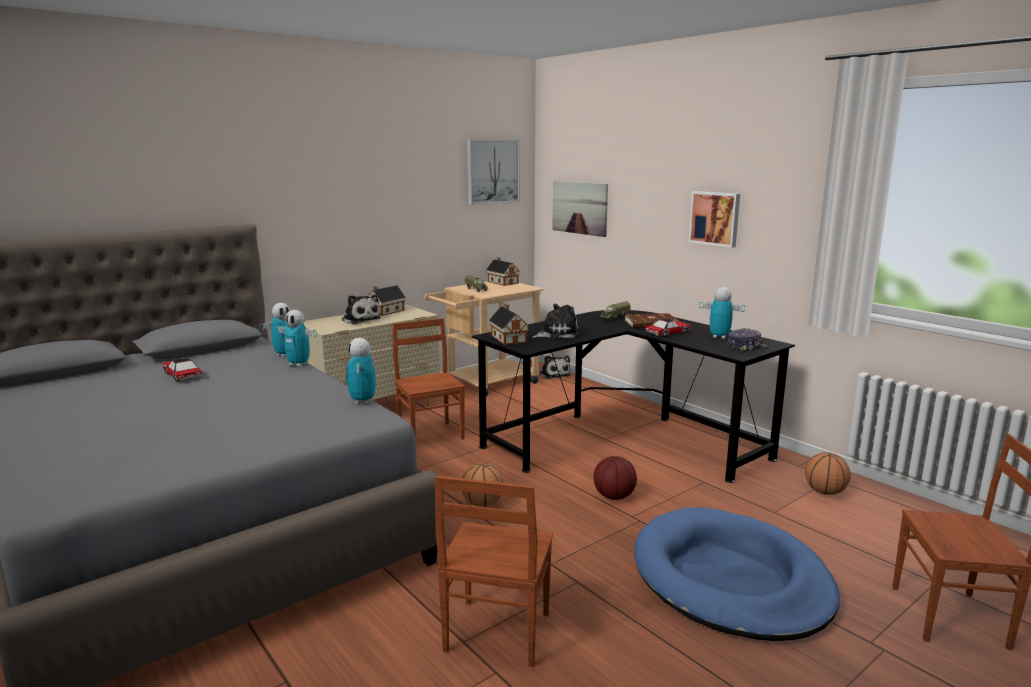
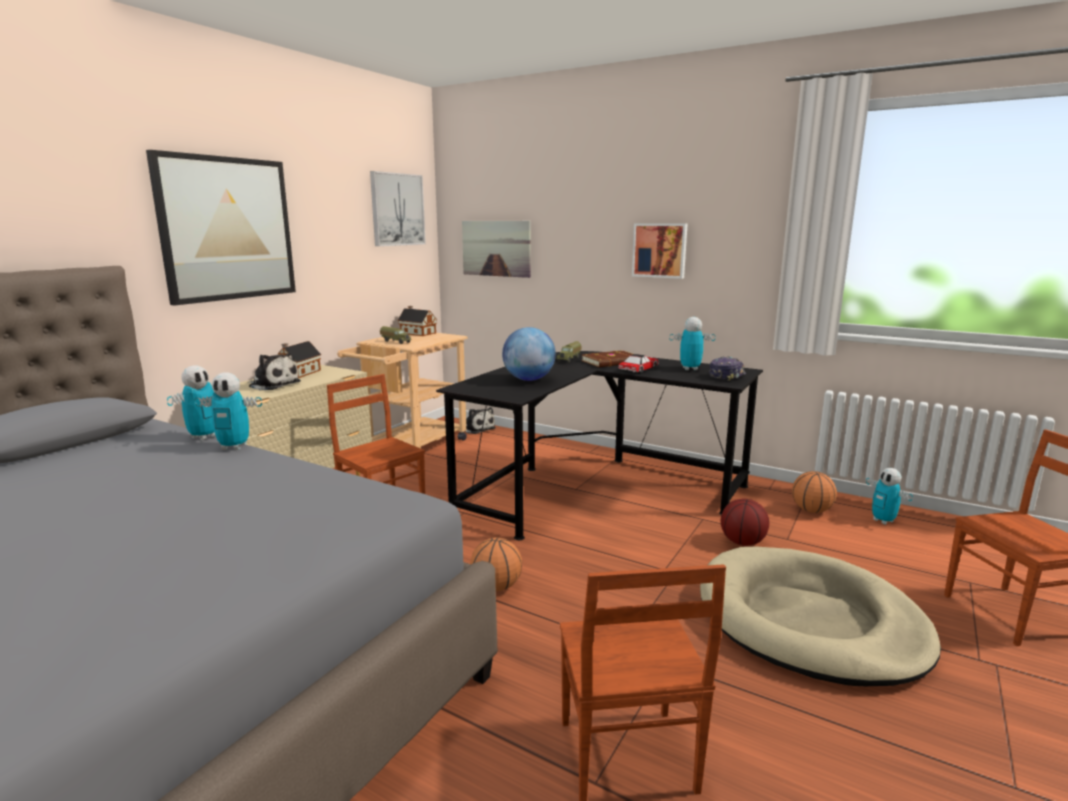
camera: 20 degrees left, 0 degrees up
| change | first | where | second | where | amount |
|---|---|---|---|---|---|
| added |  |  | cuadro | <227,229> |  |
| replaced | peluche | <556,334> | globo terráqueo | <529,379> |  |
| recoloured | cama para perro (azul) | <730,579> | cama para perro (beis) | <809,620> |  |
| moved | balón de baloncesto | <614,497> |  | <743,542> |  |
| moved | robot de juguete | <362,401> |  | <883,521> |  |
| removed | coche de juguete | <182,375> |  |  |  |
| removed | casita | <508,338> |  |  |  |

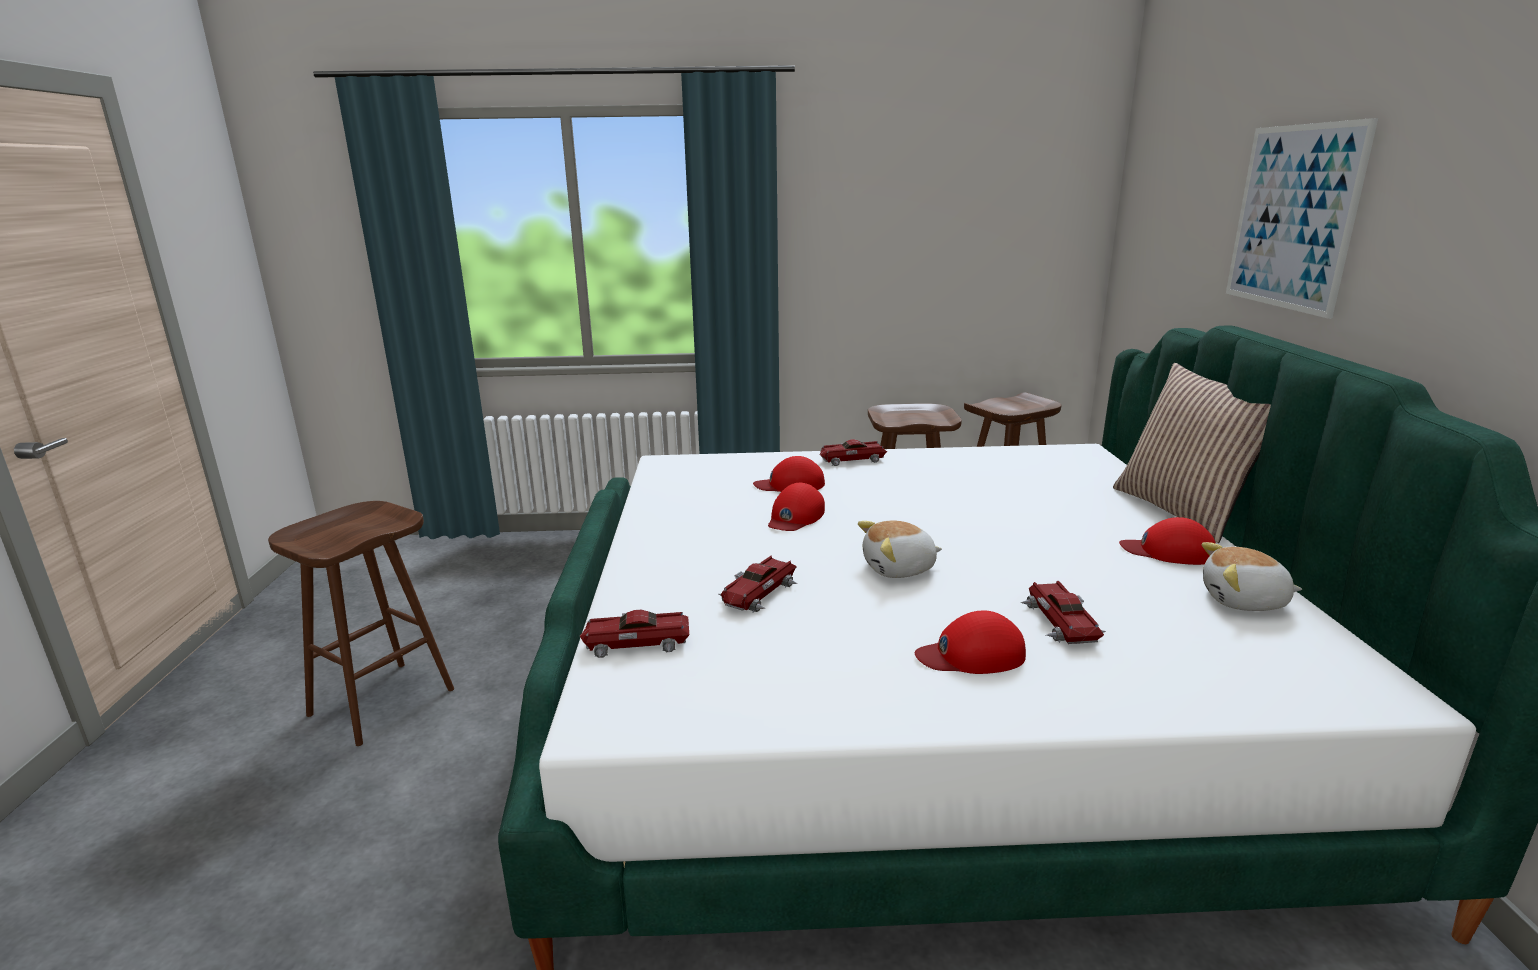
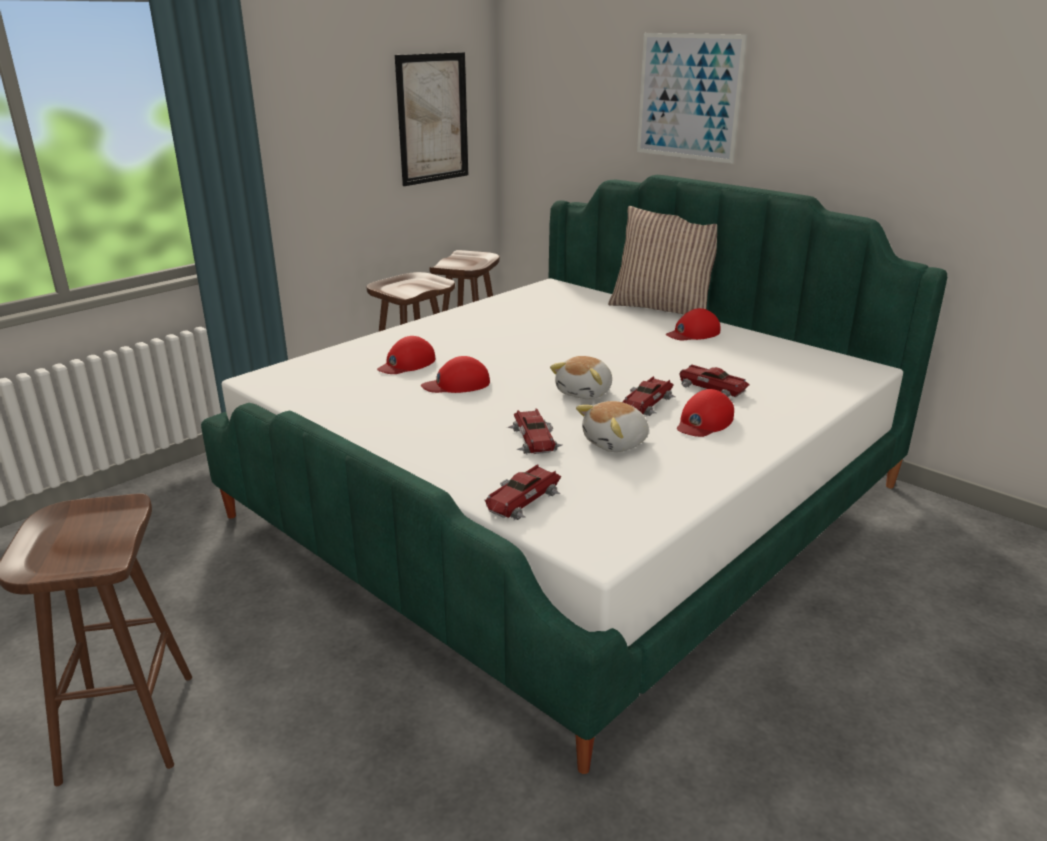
camera: 45 degrees left, 5 degrees up
| change | first | where | second | where | amount |
|---|---|---|---|---|---|
| added |  |  | cuadro | <432,118> |  |
| turned | gorra (rojo) | <795,517> |  | <457,384> | 90 degrees clockwise |
| moved | peluche | <1244,601> |  | <616,443> |  |
| moved | coche de juguete | <852,460> |  | <647,403> |  |

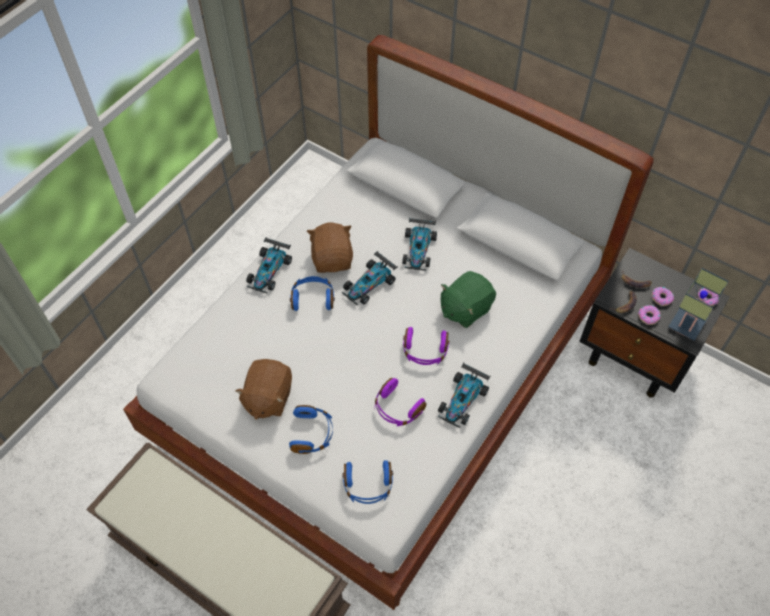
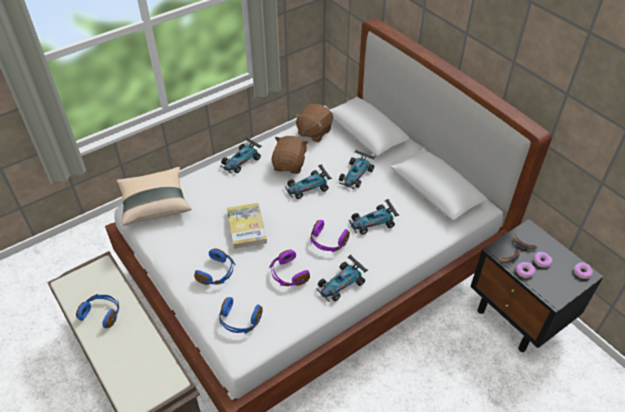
camera: 20 degrees right, 10 degrees down
| change | first | where | second | where | amount |
|---|---|---|---|---|---|
| moved | auriculares (azul) | <313,298> |  | <102,313> |  |
| added |  |  | cojín (beis) | <155,204> |  |
| added |  |  | libro | <246,227> |  |
| moved | peluche (marrón) | <268,397> |  | <314,132> |  |
| replaced | peluche (verde) | <465,308> | coche de juguete | <373,222> |  |
| removed | lámpara de mesa | <688,326> |  |  |  |

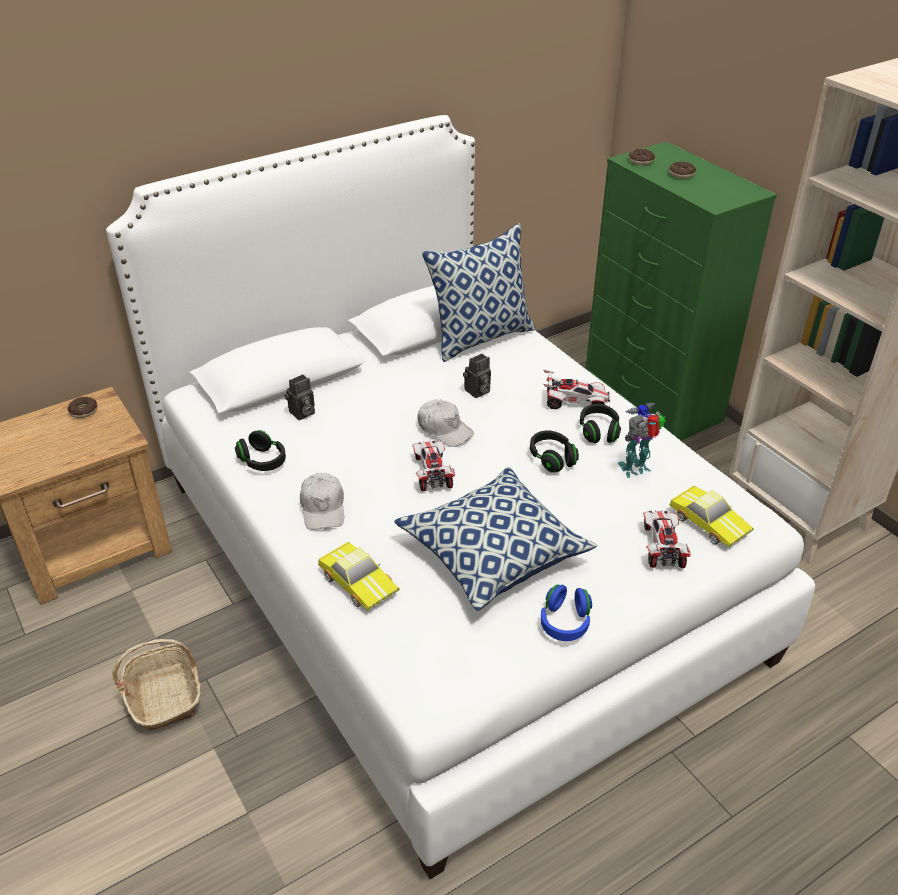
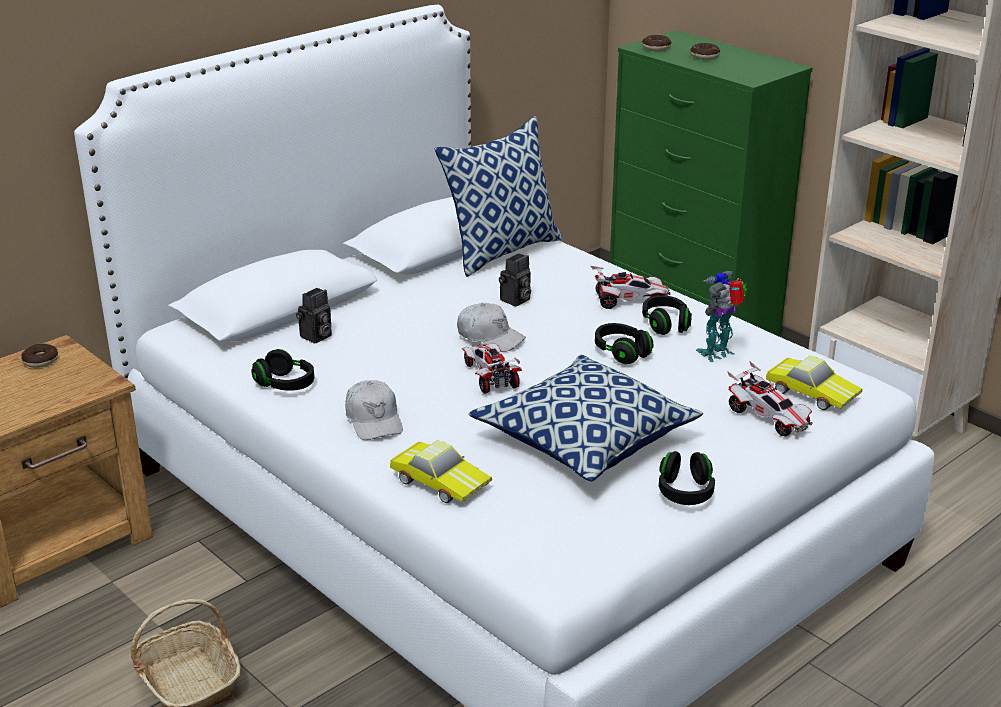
camera: 10 degrees left, 10 degrees down
| change | first | where | second | where | amount |
|---|---|---|---|---|---|
| recoloured | auriculares (azul) | <565,622> | auriculares (negro) | <685,492> |  |
| turned | coche de juguete | <662,547> |  | <768,418> | 150 degrees clockwise |

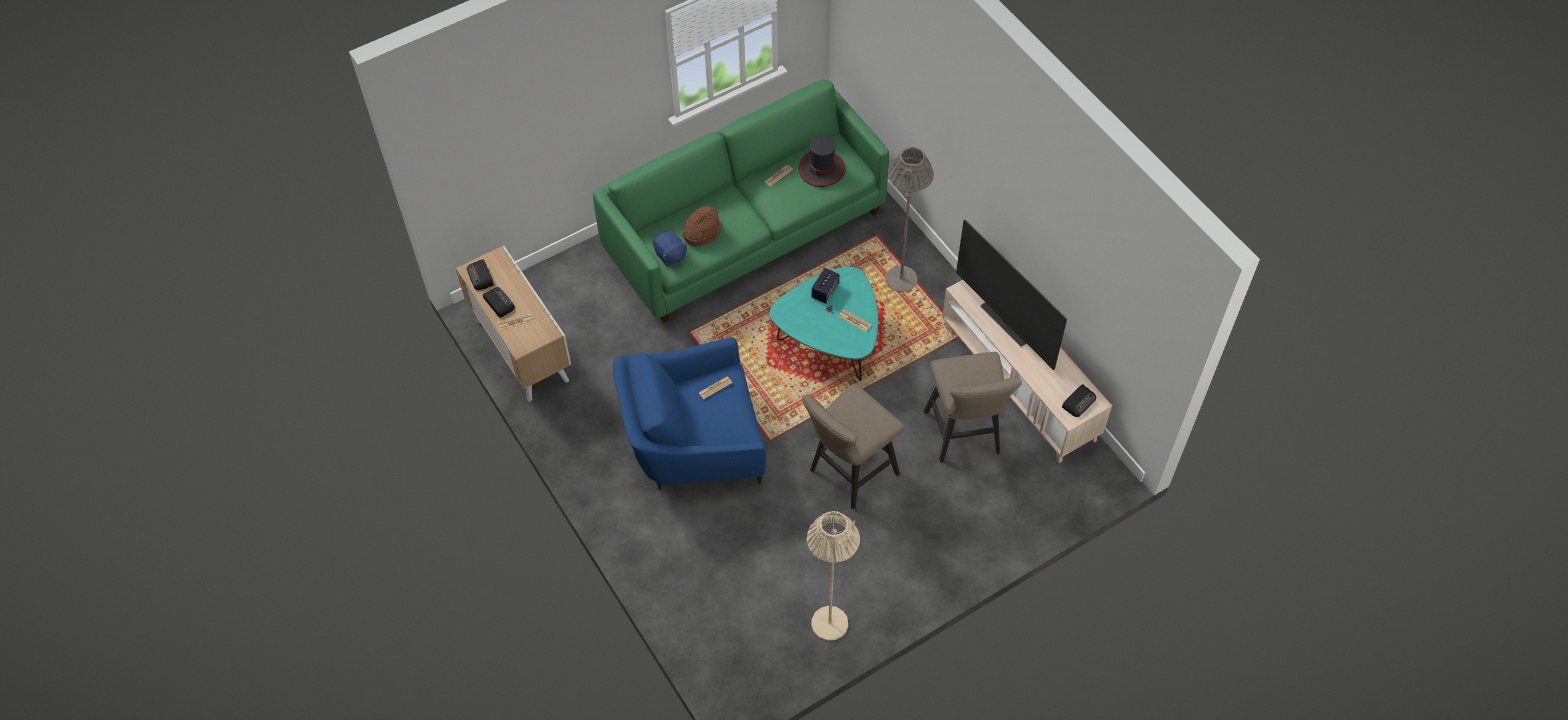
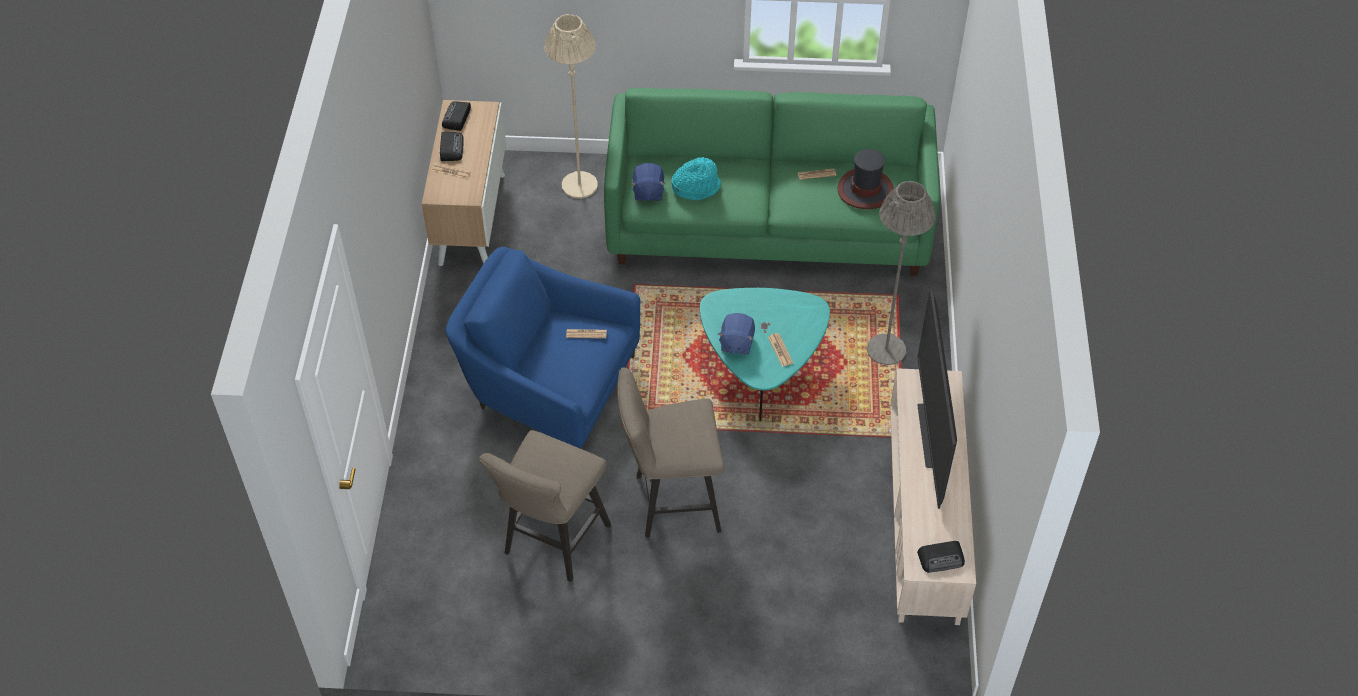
camera: 35 degrees right, 5 degrees down
| change | first | where | second | where | amount |
|---|---|---|---|---|---|
| moved | taburete (beis) | <964,437> |  | <552,544> |  |
| moved | lámpara de pie (beis) | <829,623> |  | <579,185> |  |
| recoloured | sombrero (marrón) | <702,232> | sombrero (turquesa) | <696,187> |  |
| added |  |  | peluche (azul) | <736,343> |  |
| removed | altavoz | <825,291> |  |  |  |

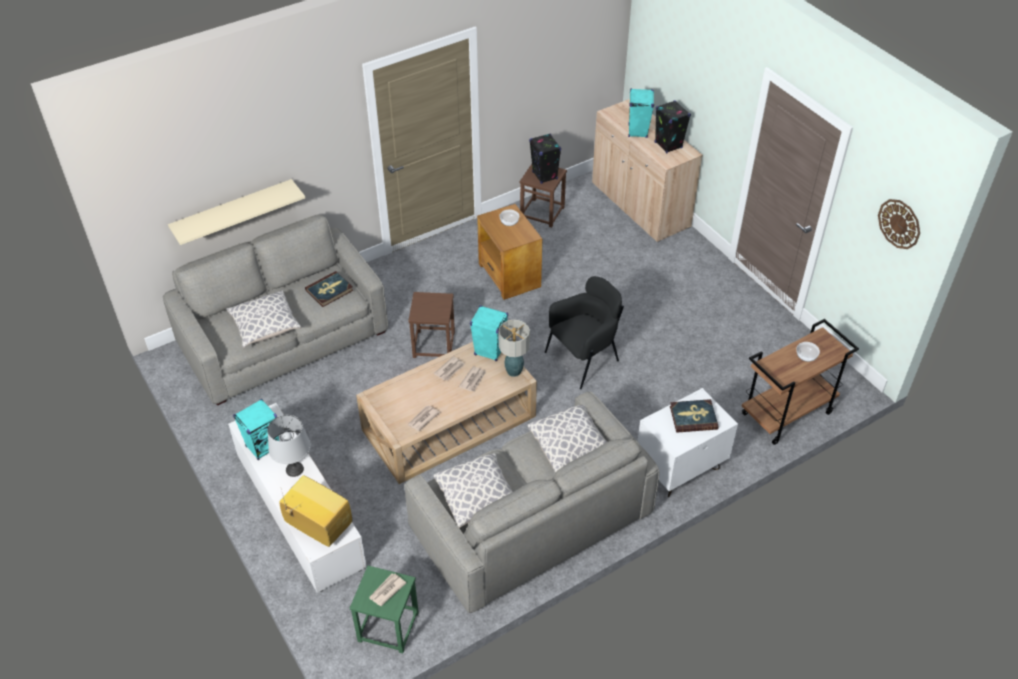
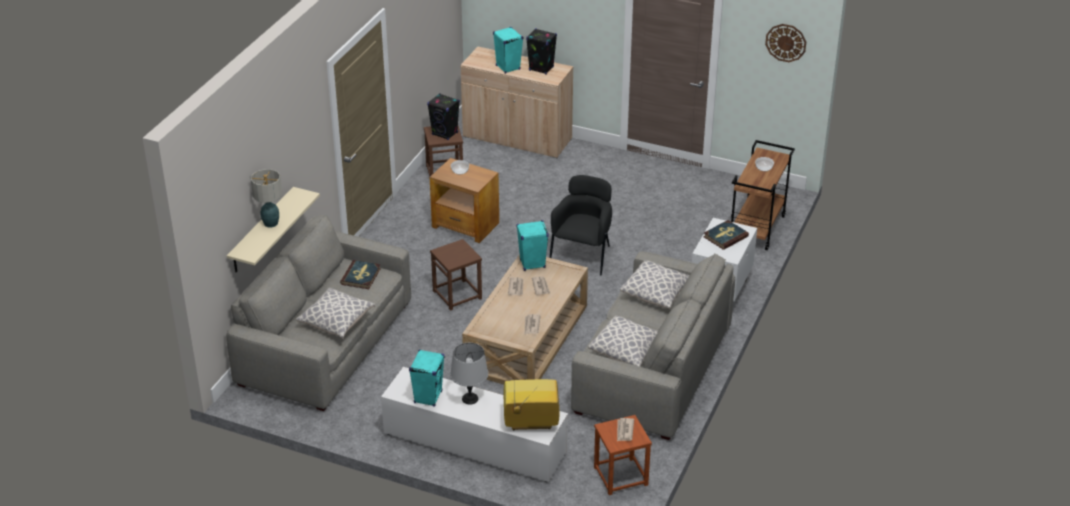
camera: 35 degrees left, 10 degrees down
| change | first | where | second | where | amount |
|---|---|---|---|---|---|
| moved | lámpara de mesa | <514,371> |  | <271,223> |  |
| recoloured | taburete (verde) | <388,627> | taburete (marrón) | <621,476> |  |

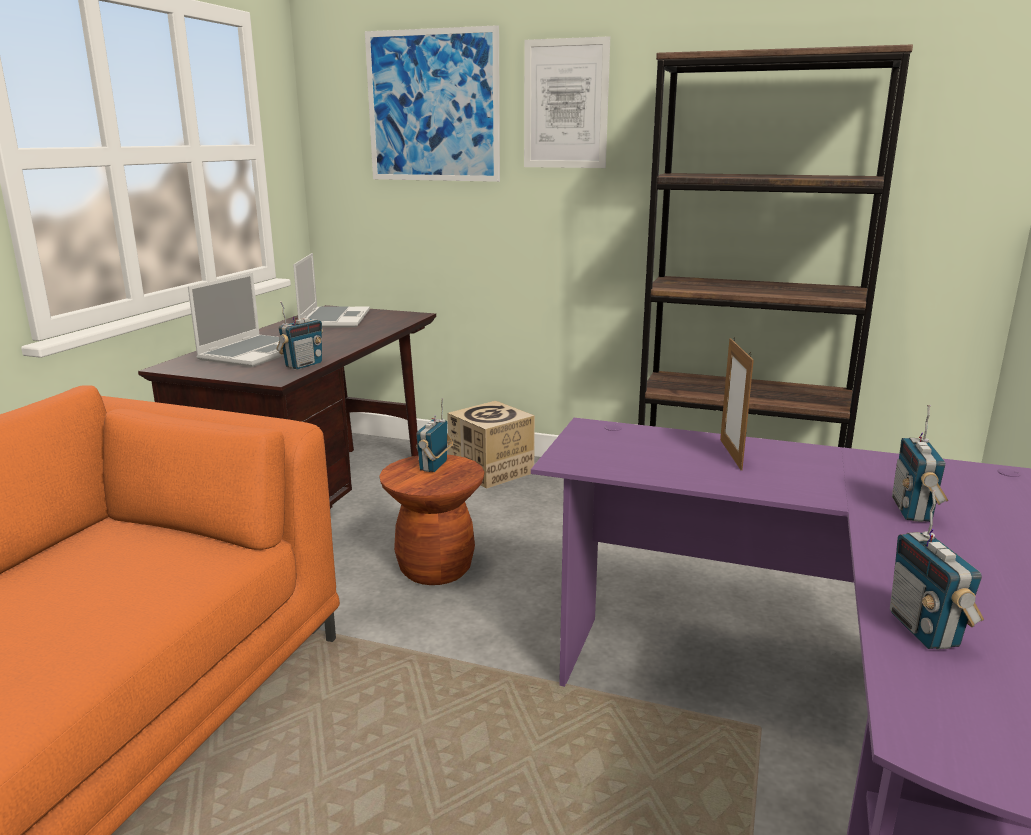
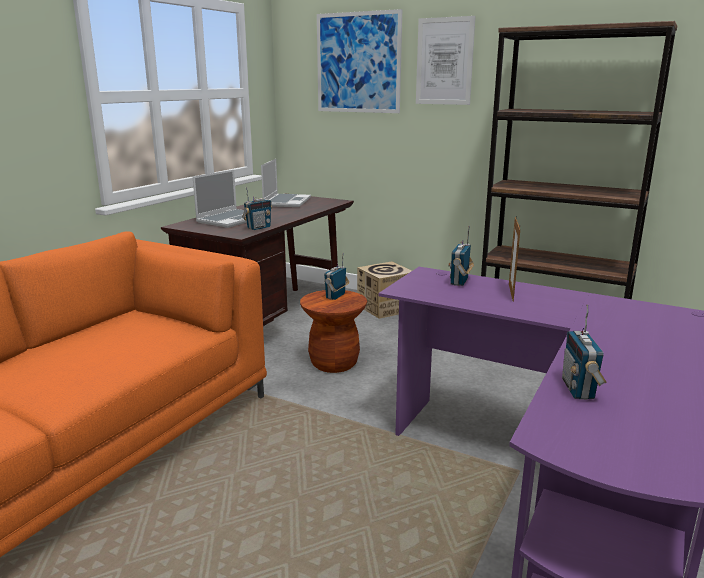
camera: 10 degrees right, 0 degrees up
| change | first | where | second | where | amount |
|---|---|---|---|---|---|
| moved | radio | <913,511> |  | <460,282> |  |

